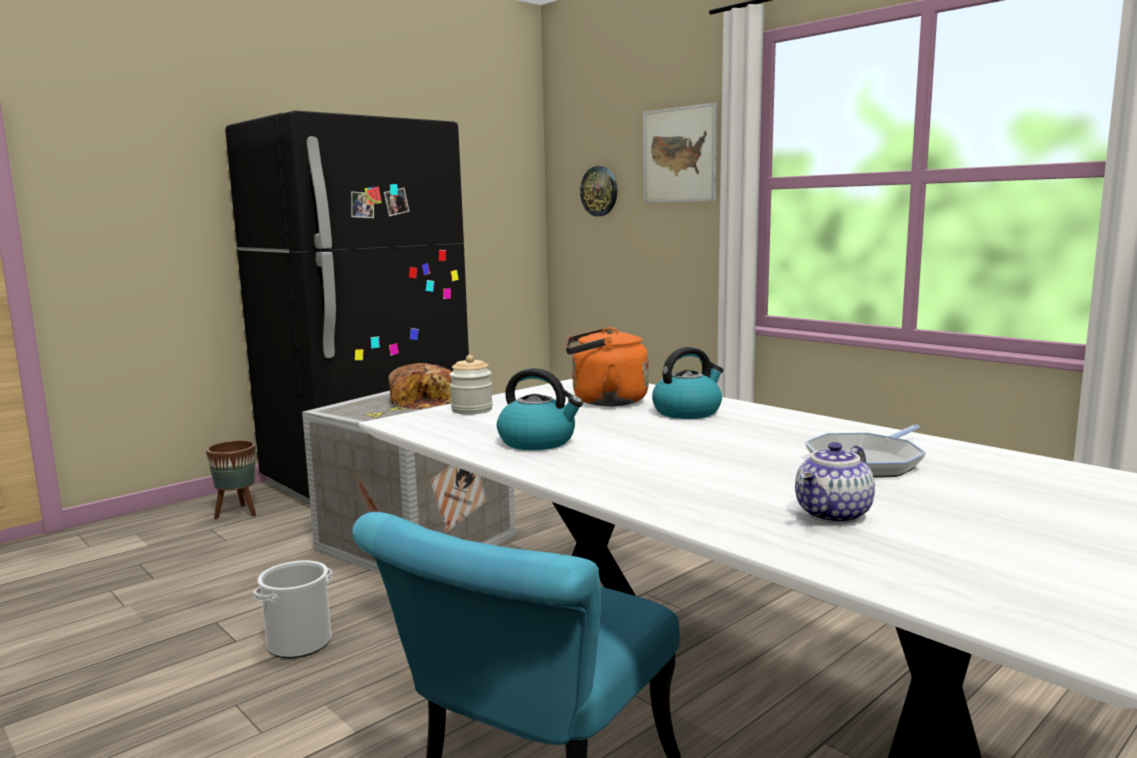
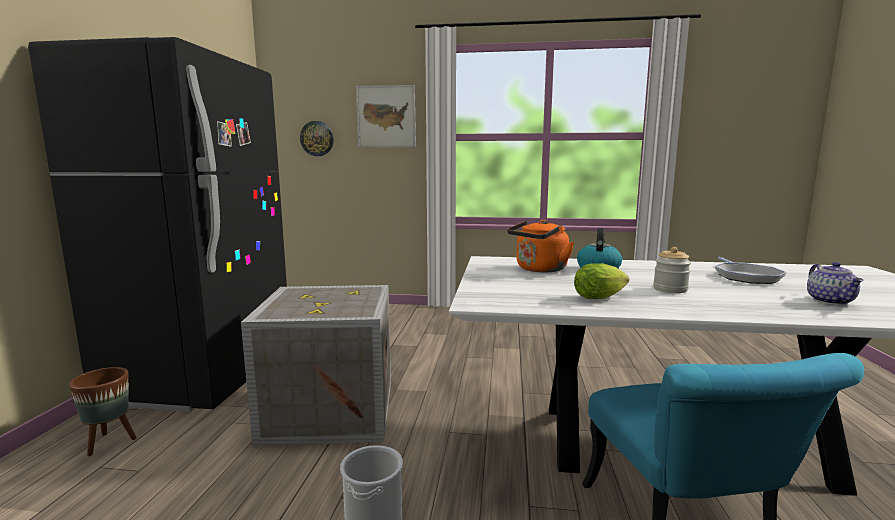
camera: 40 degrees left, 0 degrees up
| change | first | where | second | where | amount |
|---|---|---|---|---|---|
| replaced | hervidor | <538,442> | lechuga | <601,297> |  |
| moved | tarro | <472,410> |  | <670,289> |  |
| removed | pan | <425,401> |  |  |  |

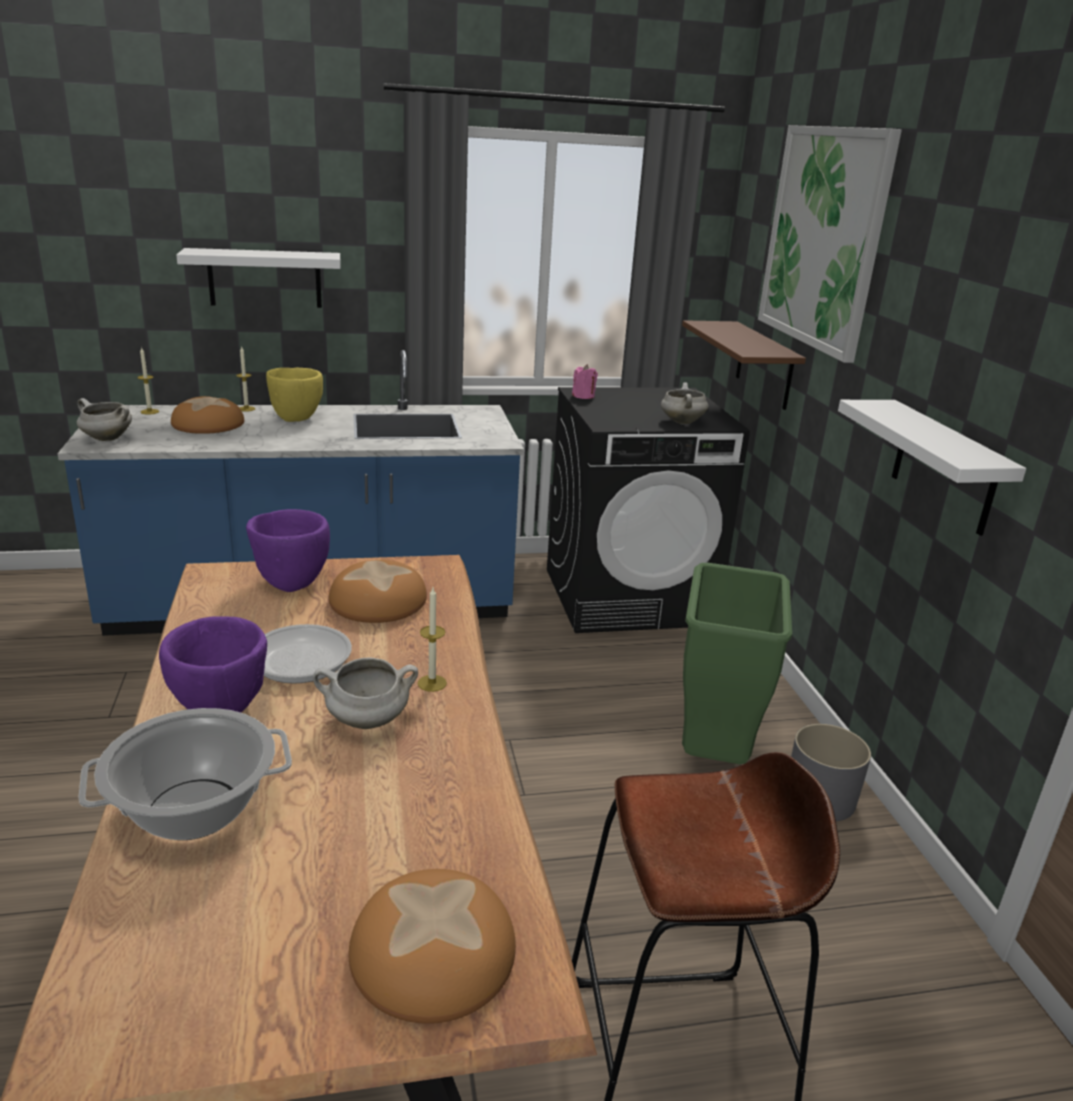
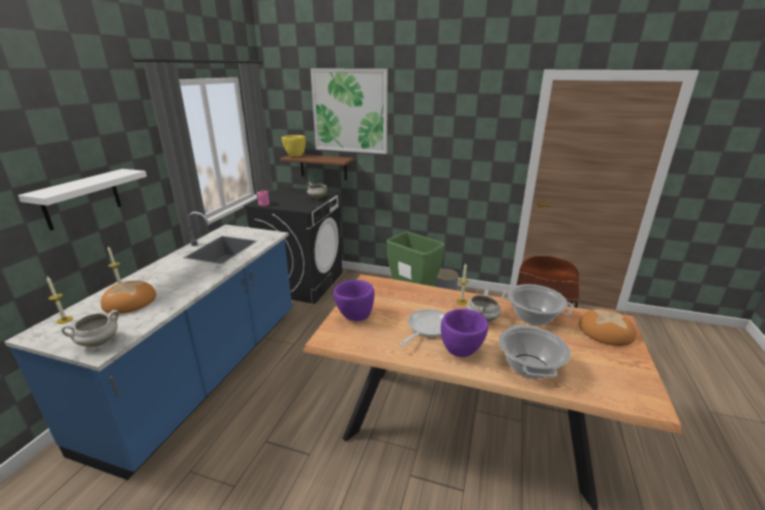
camera: 60 degrees left, 0 degrees up
| change | first | where | second | where | amount |
|---|---|---|---|---|---|
| moved | cuenco (amarillo) | <296,418> |  | <295,156> |  |
| added |  |  | olla | <533,316> |  |
| removed | pan | <378,600> |  |  |  |
| removed | estante (blanco) | <944,467> |  |  |  |

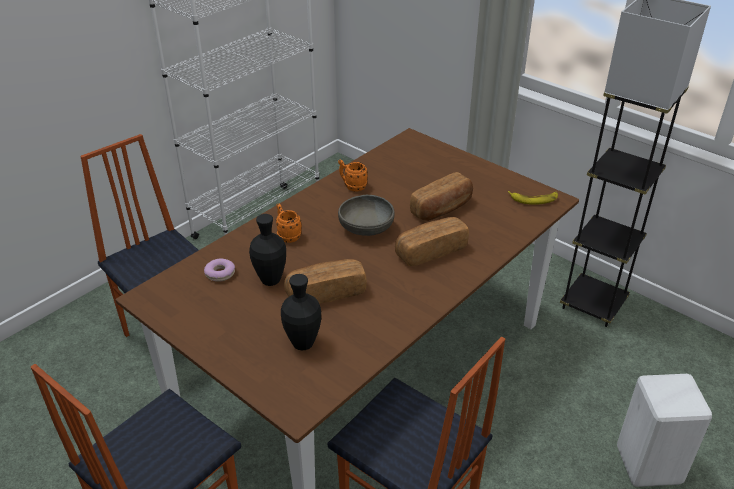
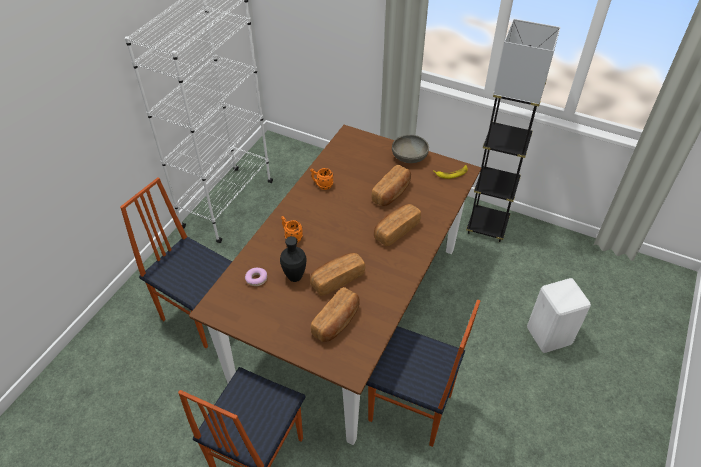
camera: 15 degrees left, 10 degrees up
| change | first | where | second | where | amount |
|---|---|---|---|---|---|
| replaced | florero (negro) | <303,343> | pan | <337,322> |  |
| moved | cuenco (gris) | <366,228> |  | <409,157> |  |

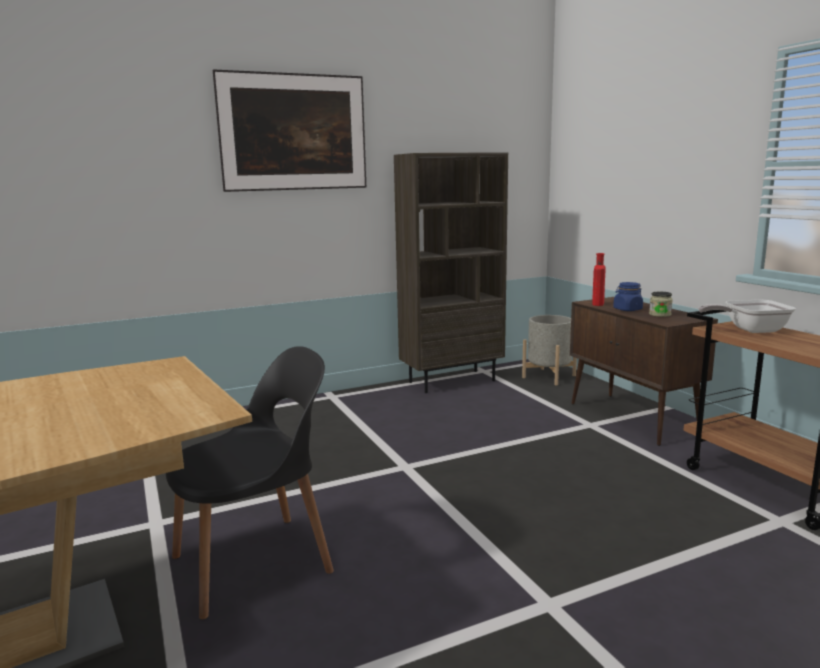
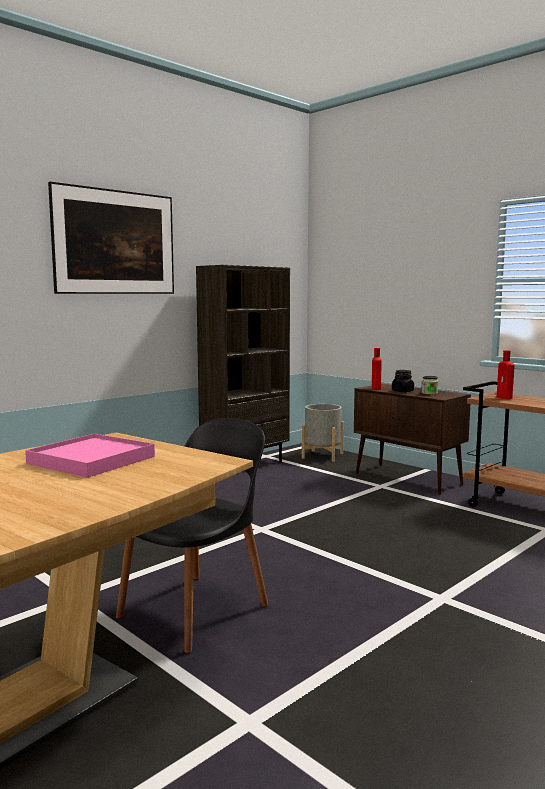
camera: 20 degrees left, 5 degrees down
| change | first | where | second | where | amount |
|---|---|---|---|---|---|
| added |  |  | bandeja (rosa) | <92,460> |  |
| recoloured | tarro (azul) | <627,309> | tarro (negro) | <402,391> |  |
| replaced | sartén | <749,330> | botella (rojo) | <505,398> |  |

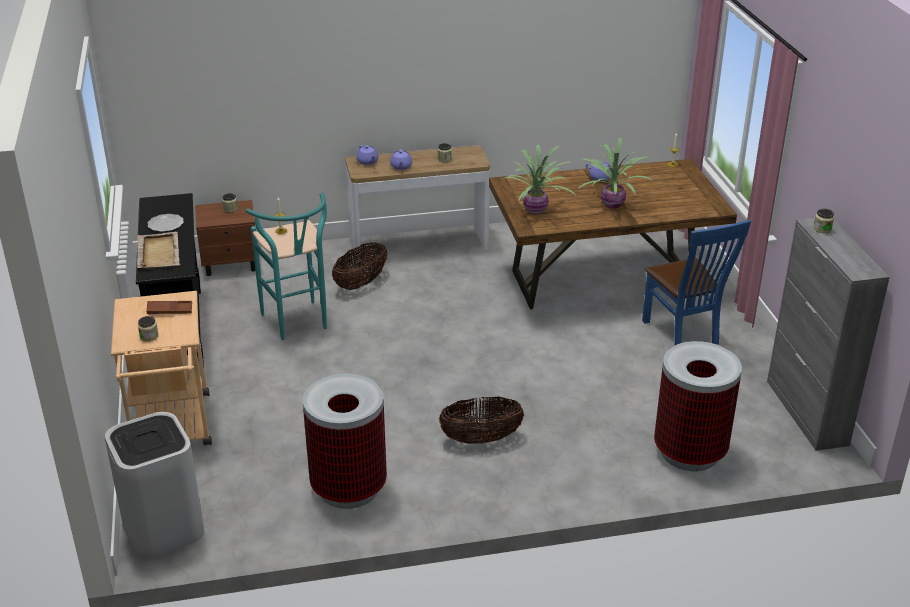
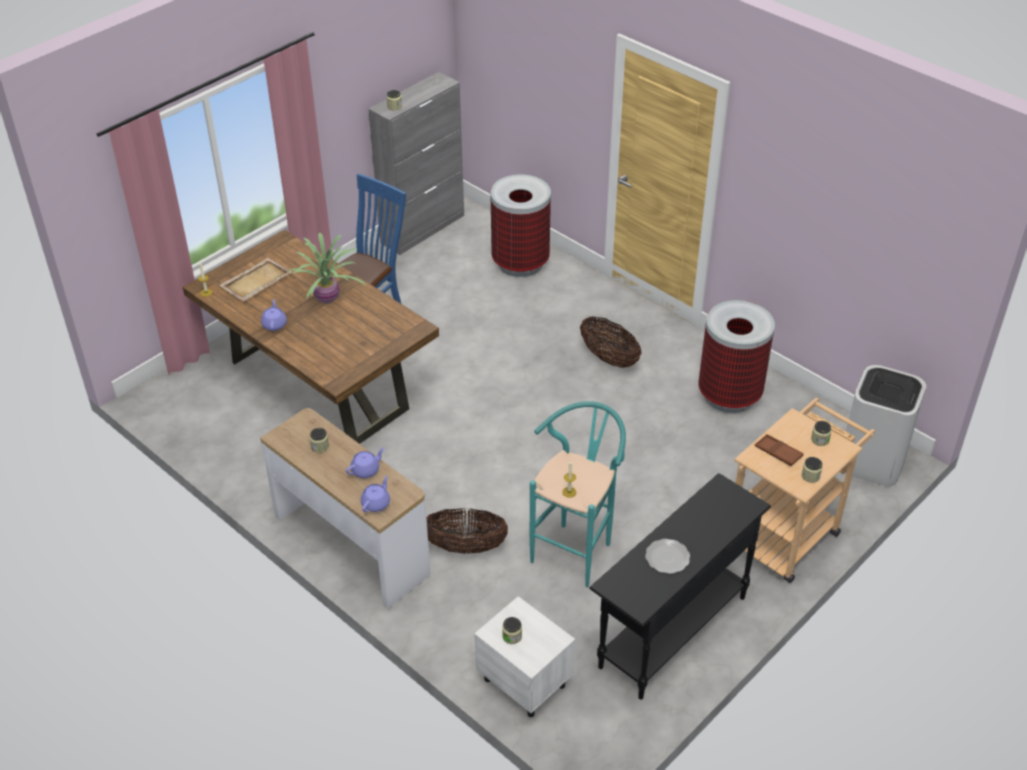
camera: 125 degrees left, 10 degrees up
| change | first | where | second | where | amount |
|---|---|---|---|---|---|
| moved | bandeja (beis) | <158,252> |  | <255,281> |  |
| recoloured | mesita de noche (marrón) | <231,263> | mesita de noche (blanco) | <523,681> |  |
| added |  |  | tarro | <810,476> |  |
| removed | planta en maceta | <536,211> |  |  |  |

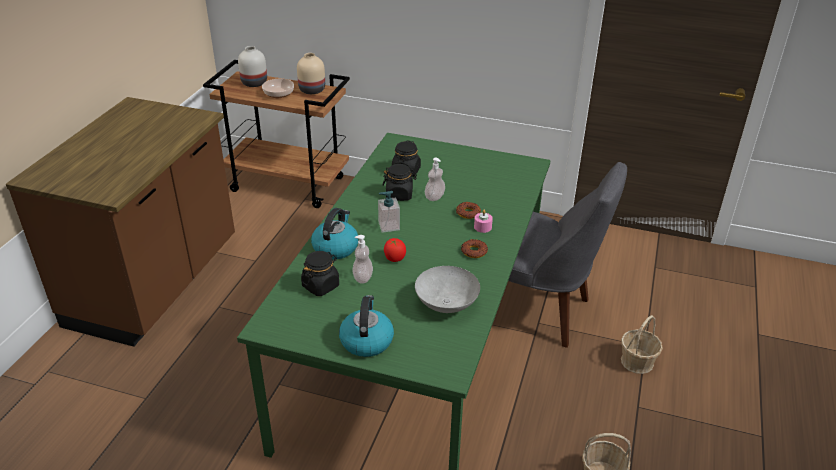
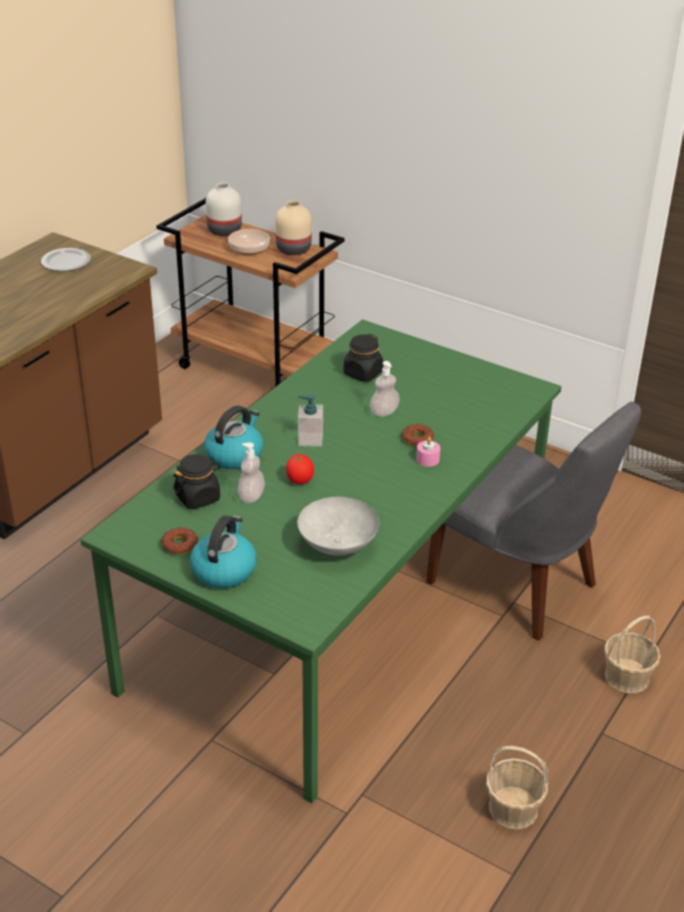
camera: 15 degrees right, 0 degrees up
| change | first | where | second | where | amount |
|---|---|---|---|---|---|
| added |  |  | plato | <67,262> |  |
| moved | rosquilla | <474,251> |  | <179,544> |  |
| removed | tarro (negro) | <399,195> |  |  |  |

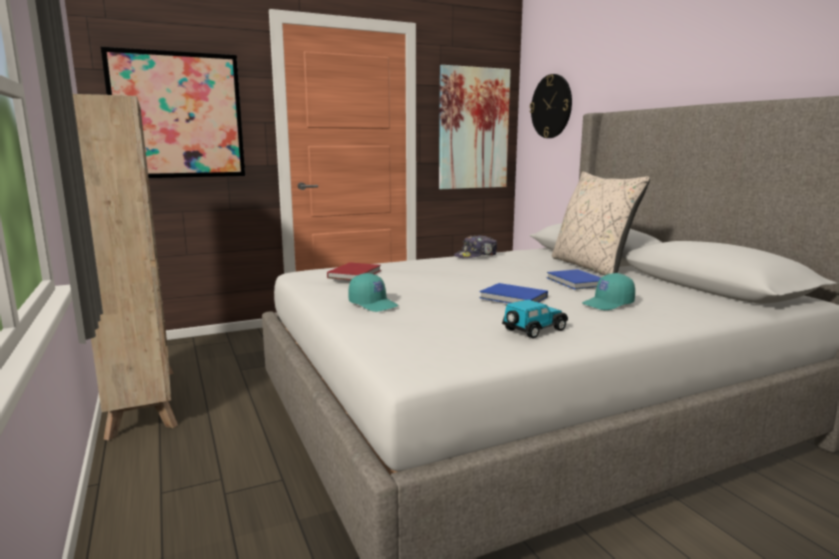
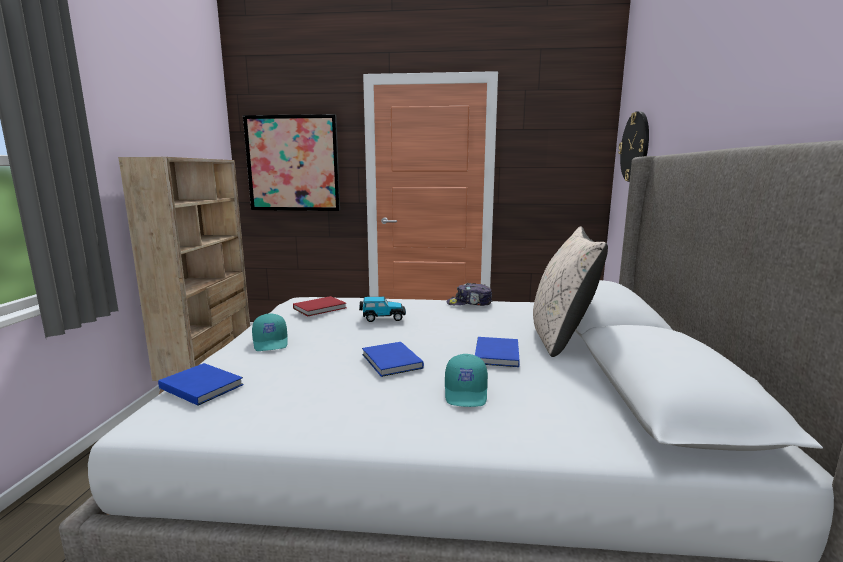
camera: 30 degrees right, 0 degrees up
| change | first | where | second | where | amount |
|---|---|---|---|---|---|
| added |  |  | libro (azul) | <201,385> |  |
| moved | coche de juguete | <533,330> |  | <382,317> |  |
| turned | gorra (turquesa) | <608,304> |  | <466,393> | 90 degrees counterclockwise |
| removed | cuadro | <473,129> |  |  |  |

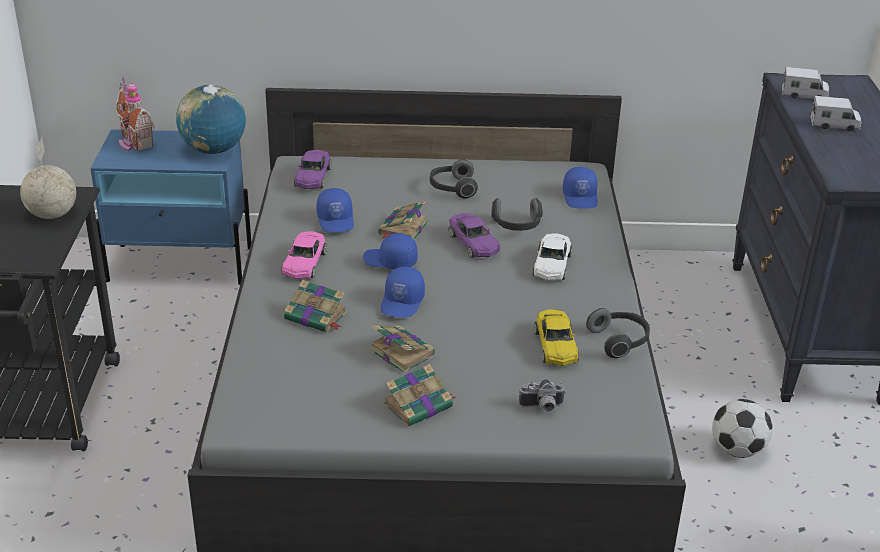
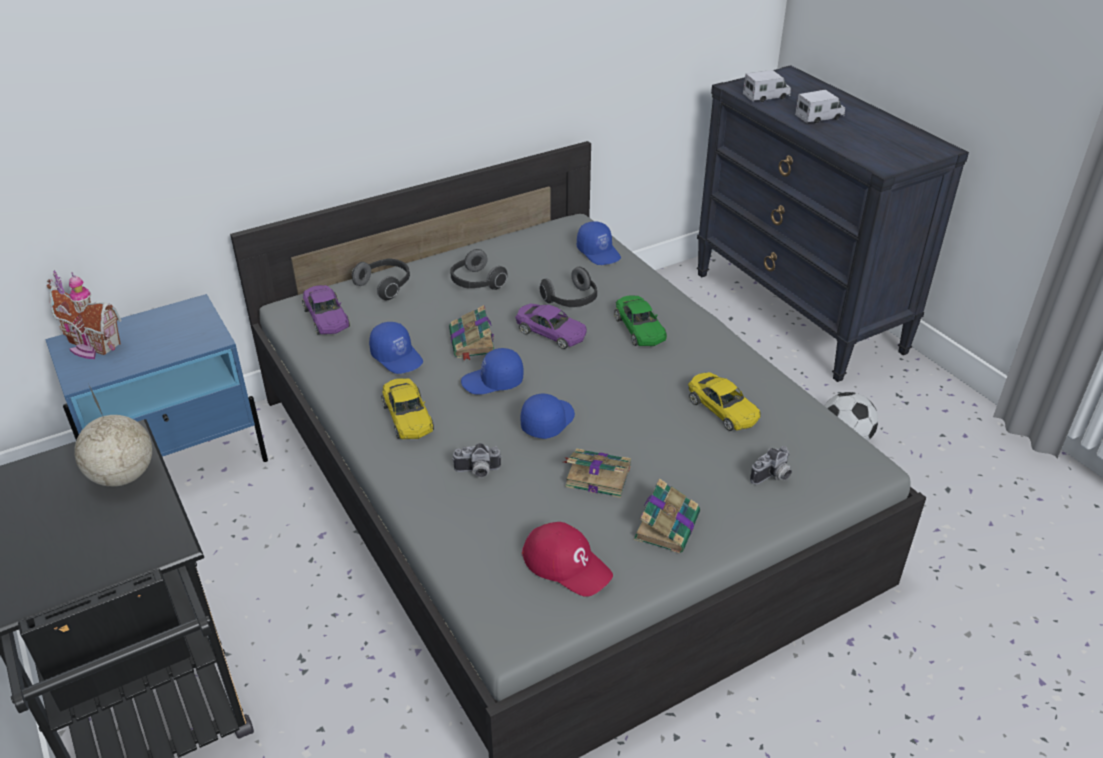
camera: 30 degrees left, 5 degrees up
| change | first | where | second | where | amount |
|---|---|---|---|---|---|
| moved | auriculares | <619,341> |  | <385,286> |  |
| recoloured | coche de juguete (rosa) | <304,263> | coche de juguete (amarillo) | <407,417> |  |
| replaced | libro | <317,317> | cámara | <477,472> |  |
| turned | gorra (azul) | <403,302> |  | <547,421> | 135 degrees counterclockwise |
| added |  |  | gorra (rojo) | <567,564> |  |
| recoloured | coche de juguete (blanco) | <552,265> | coche de juguete (verde) | <639,328> |  |
| removed | globo terráqueo | <214,150> |  |  |  |

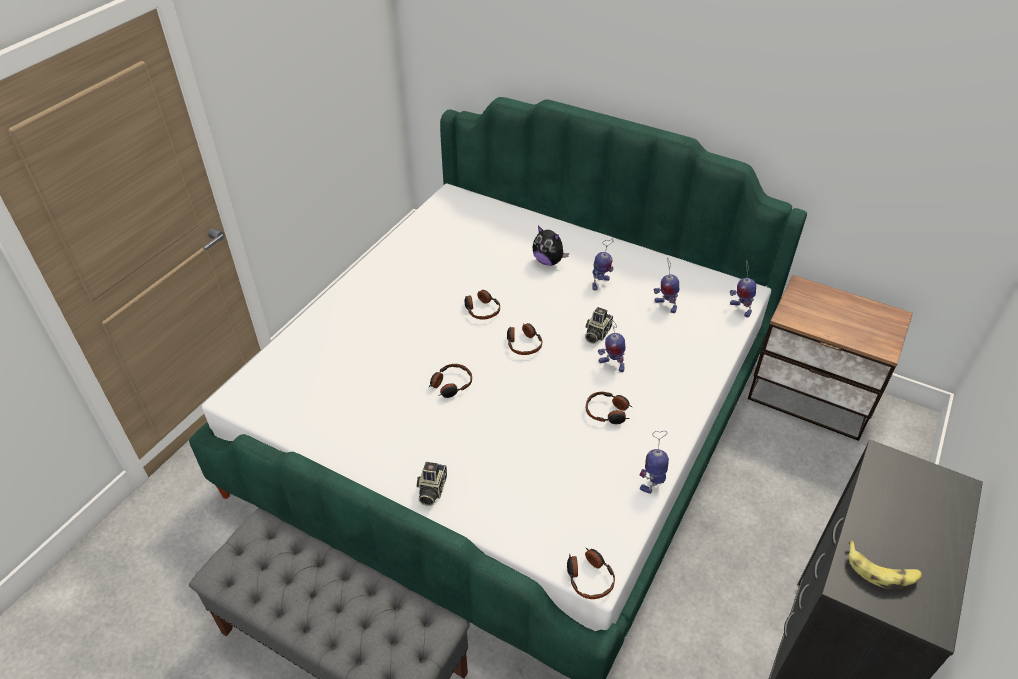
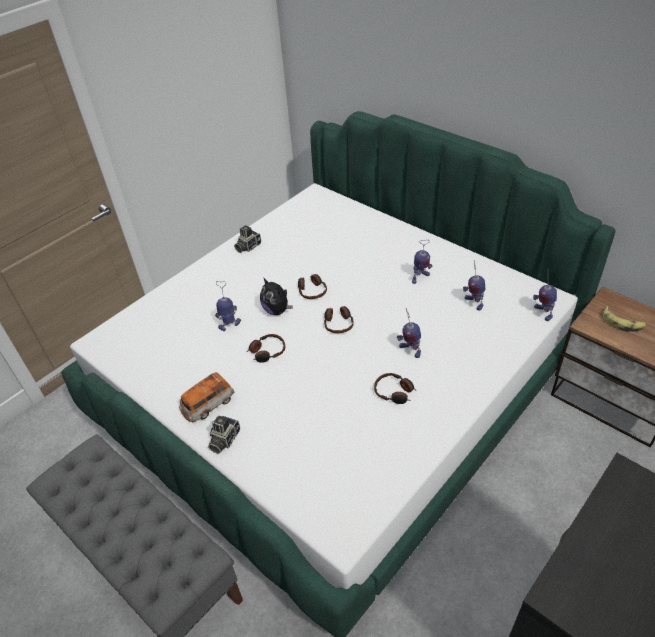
camera: 15 degrees right, 0 degrees up
| change | first | where | second | where | amount |
|---|---|---|---|---|---|
| added |  |  | coche de juguete | <208,405> |  |
| moved | robot de juguete | <653,483> |  | <230,325> |  |
| moved | cámara | <596,333> |  | <247,246> |  |
| moved | peluche | <548,261> |  | <277,310> |  |
| moved | plátano | <881,571> |  | <622,323> |  |
| removed | auriculares | <589,577> |  |  |  |

